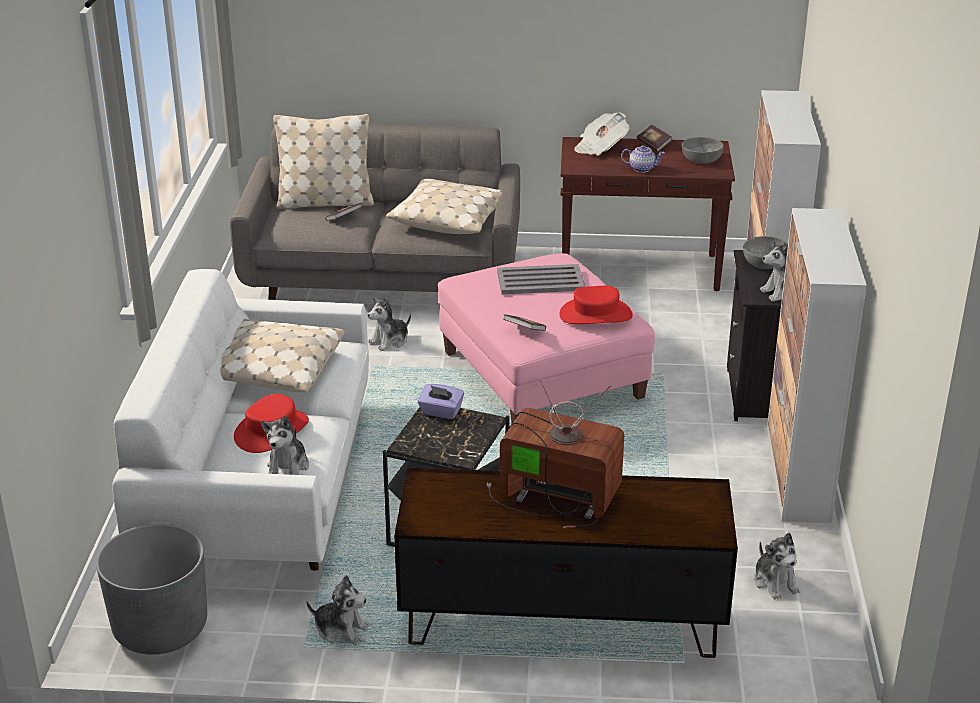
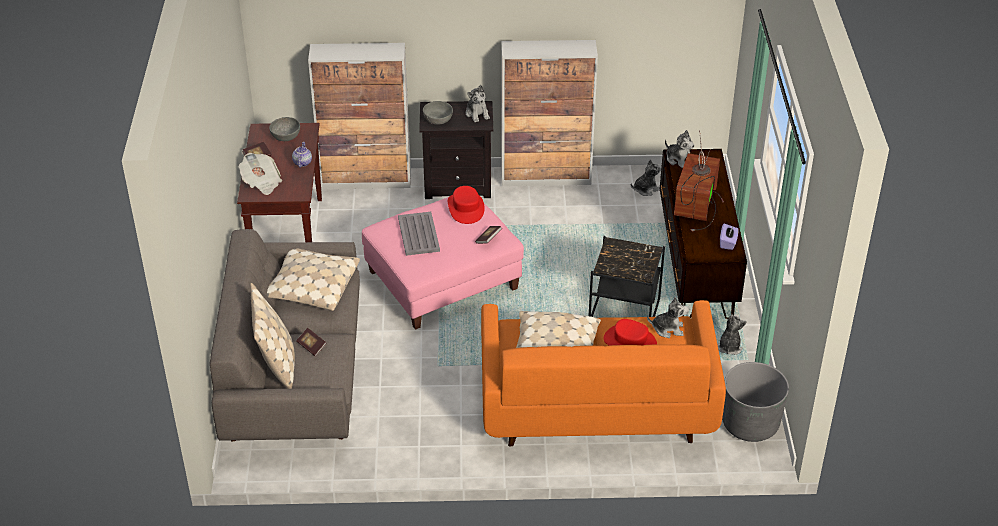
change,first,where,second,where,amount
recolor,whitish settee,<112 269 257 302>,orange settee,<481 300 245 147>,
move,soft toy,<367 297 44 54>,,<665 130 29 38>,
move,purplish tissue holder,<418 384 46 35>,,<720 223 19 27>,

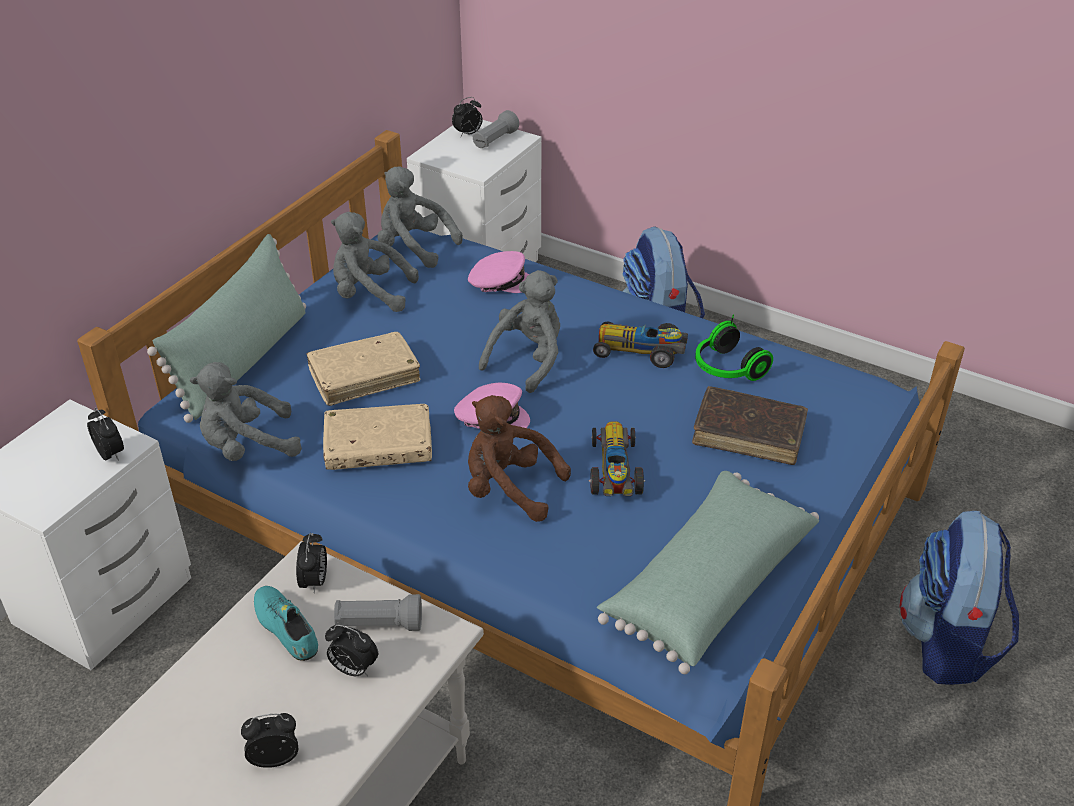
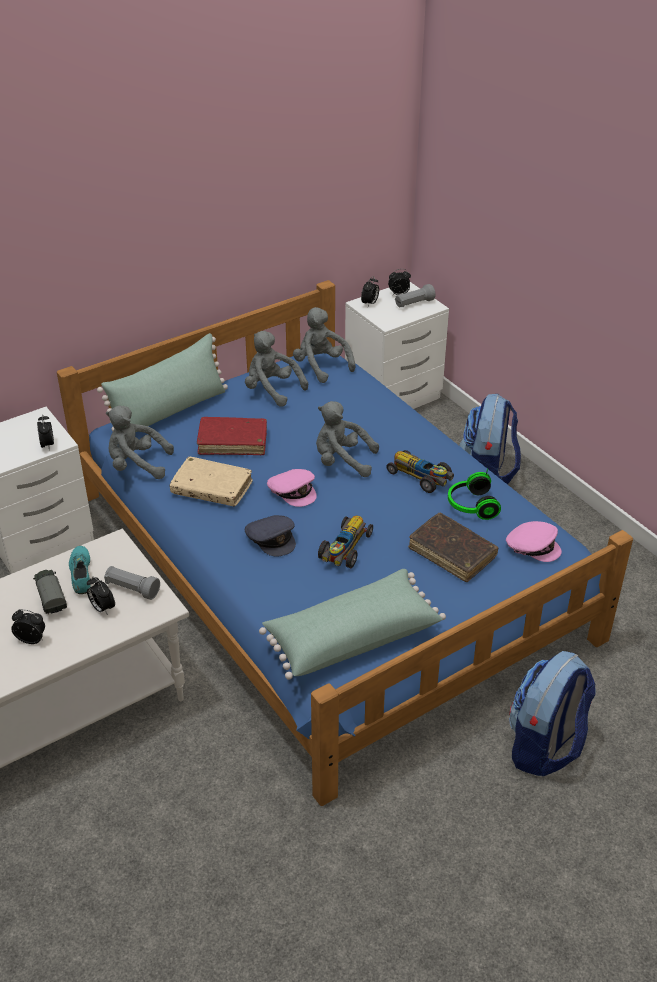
change,first,where,second,where,amount
move,pink cap,<468 251 61 42>,,<506 521 56 41>,
rotate,grey soft toy,<479 270 81 123>,,<316 401 63 76>,135 degrees counterclockwise
recolor,beige book,<306 332 114 74>,red book,<197 417 70 38>,
replace,brownish soft toy,<468 395 103 127>,grey cap,<244 515 52 42>,
move,bedside clock,<296 533 31 61>,,<361 276 18 30>,
insert,,,model truck,<33 570 34 44>,

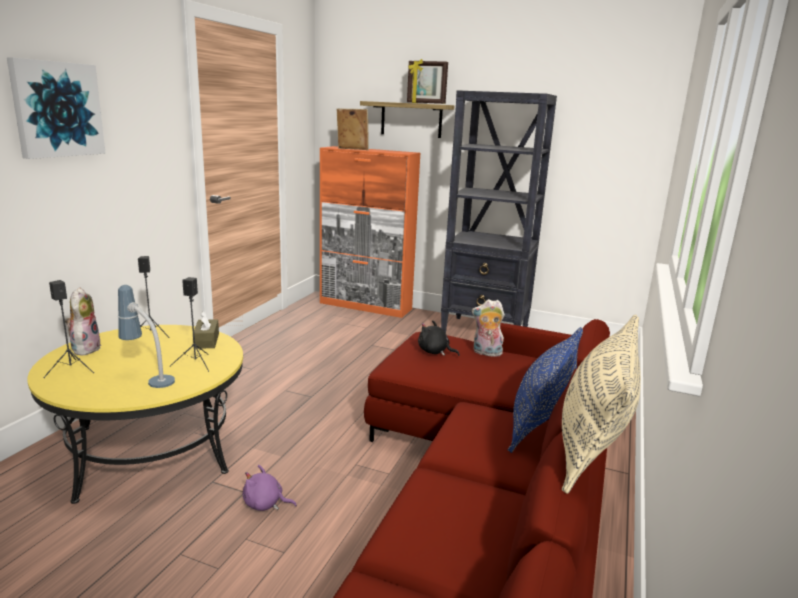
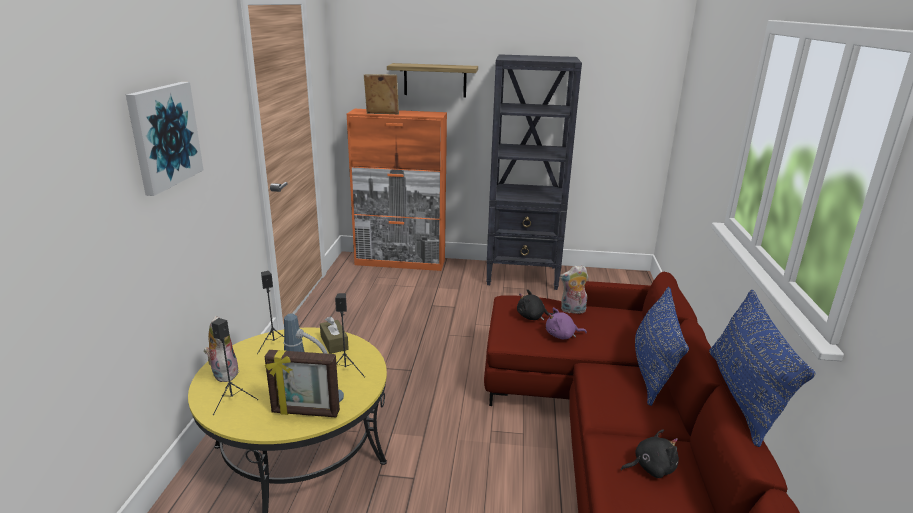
change,first,where,second,where,amount
move,standing frame,<407 59 41 45>,,<264 350 76 67>,
recolor,beige cushion,<562 314 79 180>,blue cushion,<709 289 106 158>,
move,purplish soft toy,<243 465 54 46>,,<546 308 41 31>,
insert,,,blackish soft toy,<621 429 58 49>,

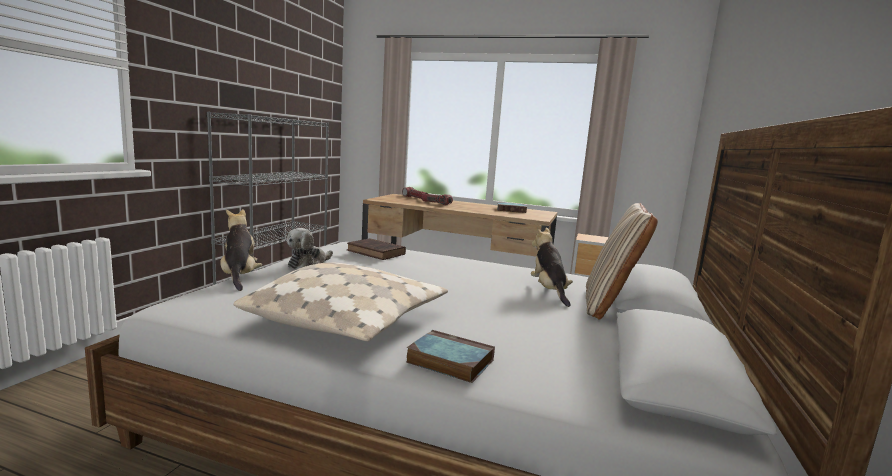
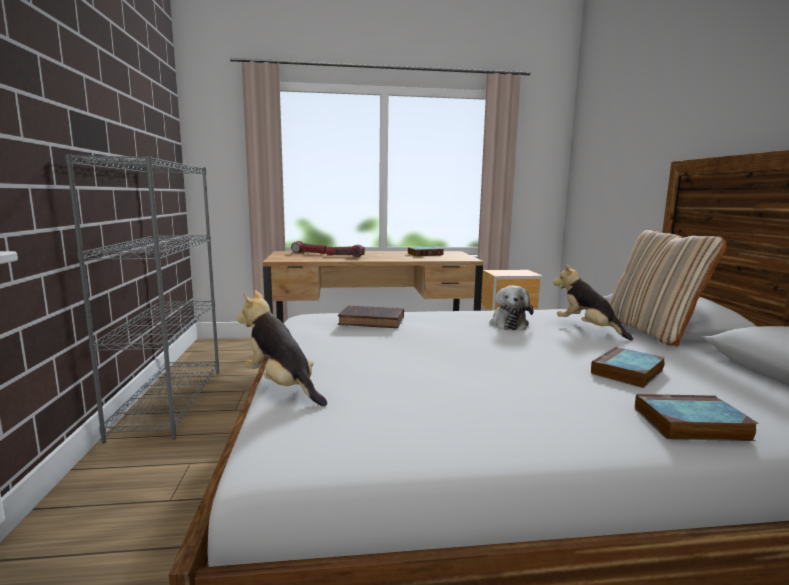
change,first,where,second,where,amount
move,soft toy,<286 228 47 41>,,<489 285 45 45>,
delete,beige cushion,<233 262 215 79>,,,
insert,,,book,<591 347 74 41>,

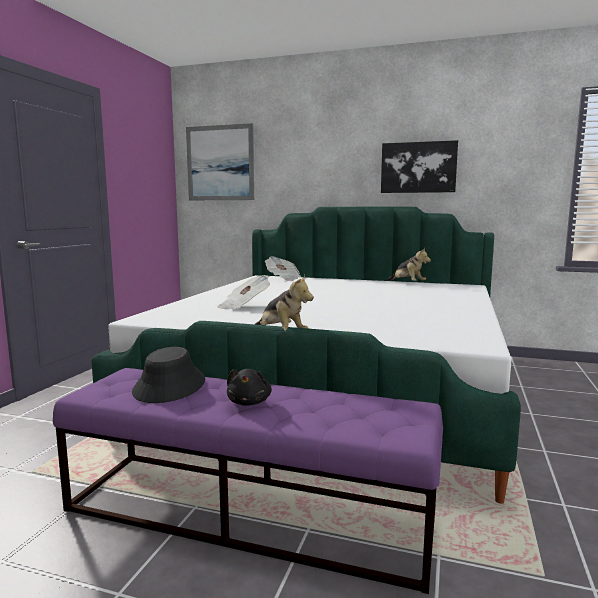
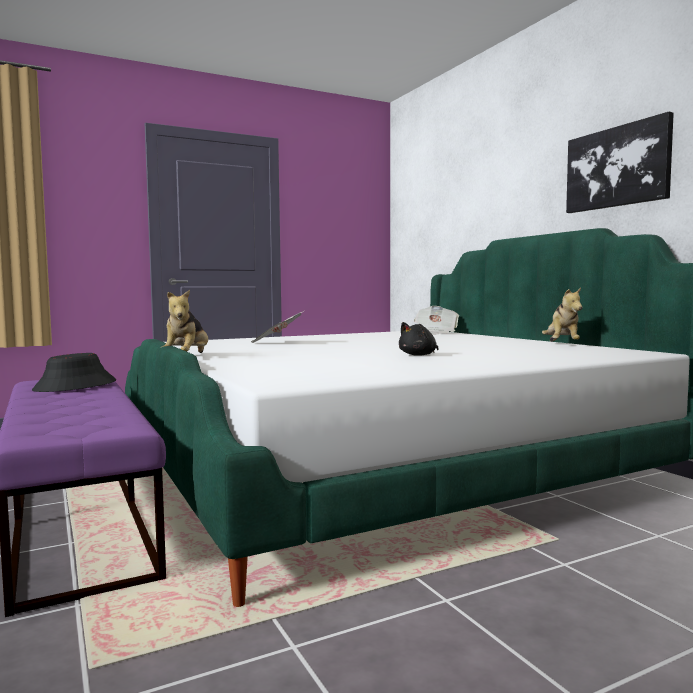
change,first,where,second,where,amount
delete,wall picture,<186 123 68 77>,,,
move,blackish soft toy,<227 369 45 37>,,<399 322 40 34>,

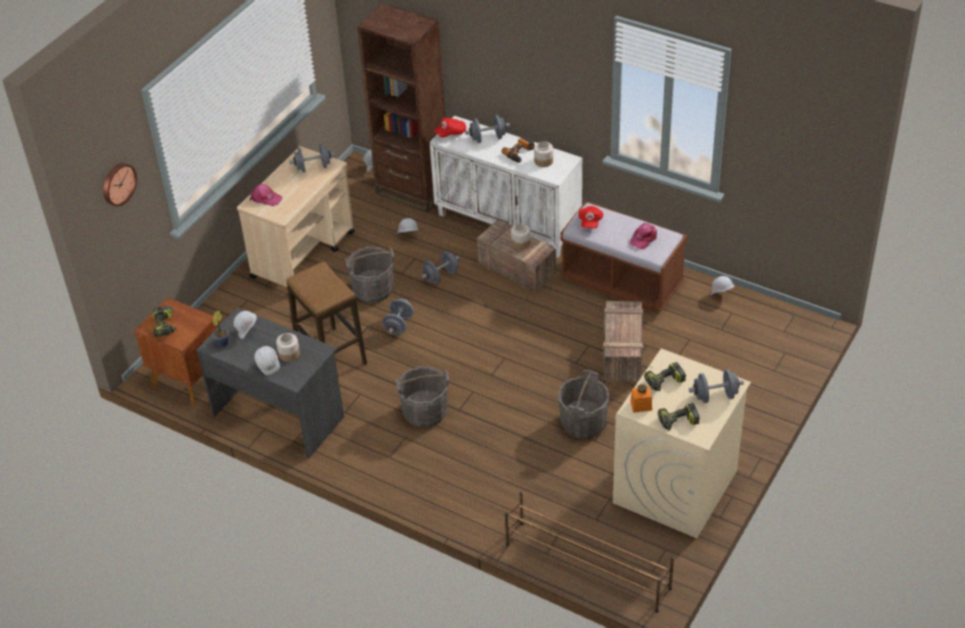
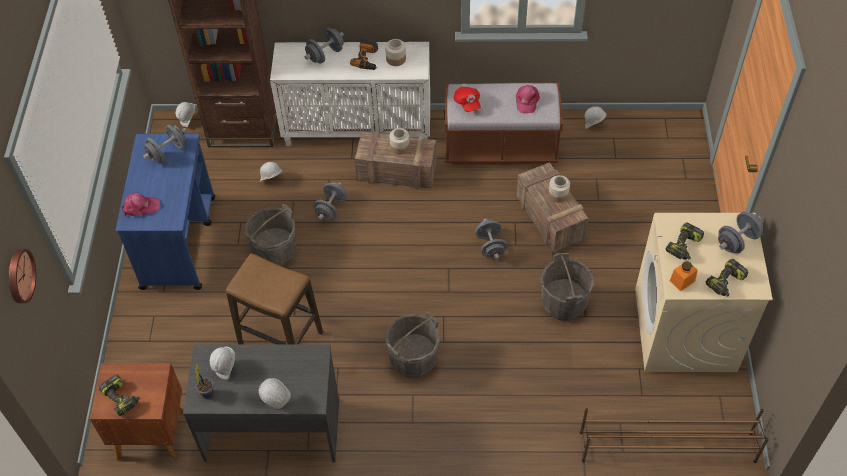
change,first,where,second,where,amount
delete,red cap,<434 118 32 20>,,,
recolor,beige wheeled cart,<237 146 118 141>,blue wheeled cart,<116 133 99 157>,
move,grey dumbbell,<382 299 32 35>,,<475 219 32 41>,
move,storage jar,<276 333 24 29>,,<548 175 22 28>,

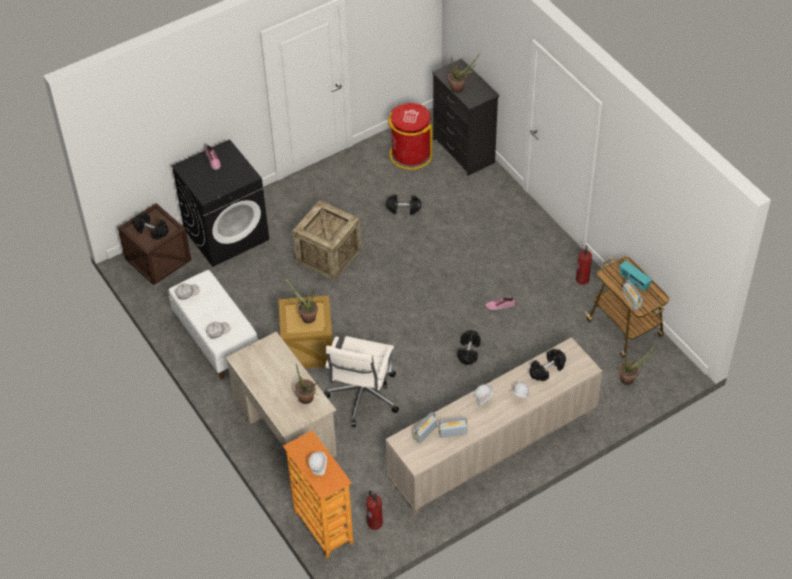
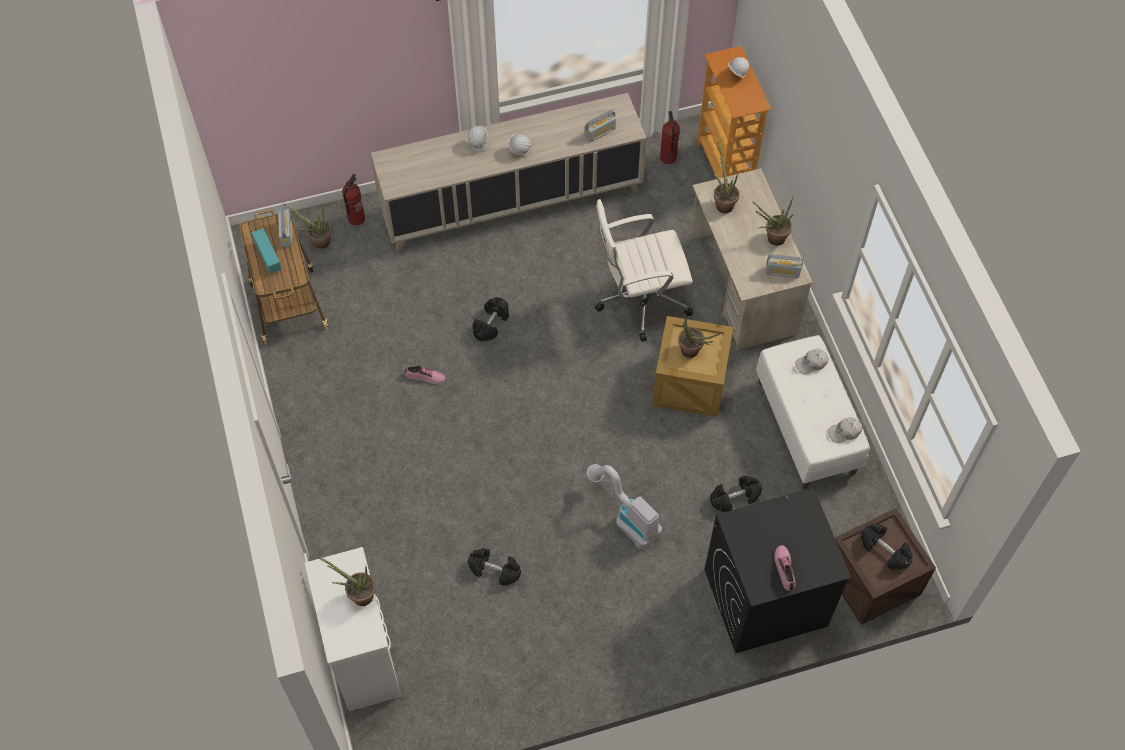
change,first,where,second,where,amount
recolor,blackish drawer chest,<432 58 67 118>,whitish drawer chest,<305 547 96 164>,
delete,red trash can,<388 103 44 67>,,,
replace,crate,<293 200 68 81>,hoover,<587 464 75 85>,
move,fire-fighting cylinder,<576 246 16 39>,,<342 174 23 52>,
rotate,whitish desk chair,<324 336 75 91>,,<595 199 98 143>,135 degrees counterclockwise
move,blackish dumbbell,<529 349 37 32>,,<710 476 52 37>,
move,radio,<438 417 30 21>,,<766 254 37 24>,
insert,,,potted plant,<752 197 41 49>,

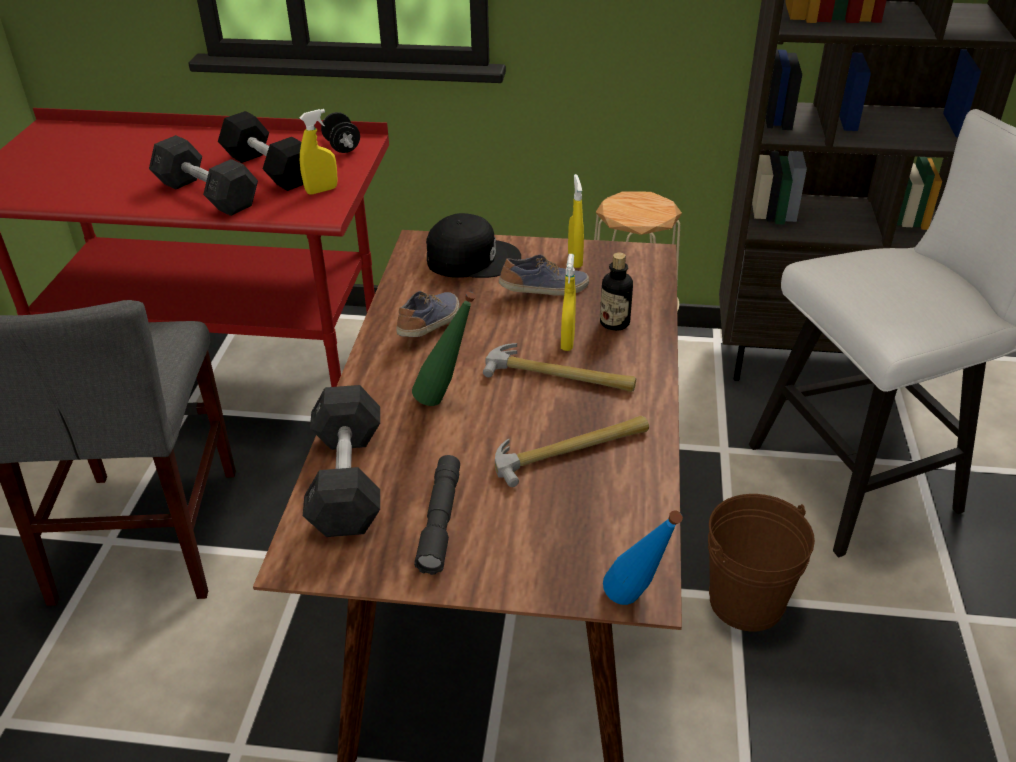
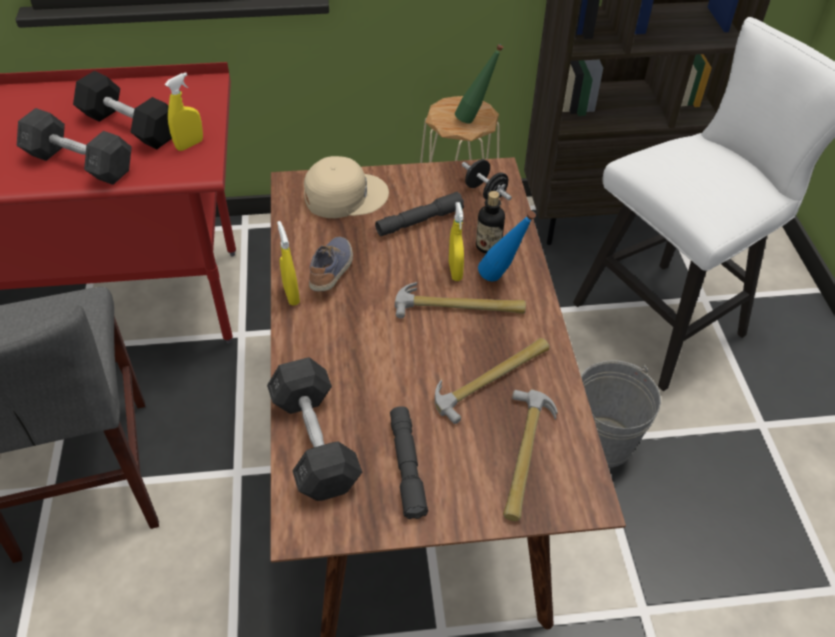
change,first,where,second,where,amount
move,blackish dumbbell,<321 112 39 41>,,<462 159 50 41>,
move,yellow-coloured sprayer,<568 174 16 94>,,<277 221 23 84>,
recolor,blackish cap,<426 213 95 65>,beige cap,<304 156 85 62>,
replace,shoe,<499 255 90 41>,grey hand torch,<375 192 89 44>,
move,greenish drink bottle,<412 292 64 114>,,<455 44 48 79>,
recolor,brownish bucket,<708 494 107 138>,grey bucket,<581 360 80 108>,
move,blue drink bottle,<603 510 80 95>,,<478 211 58 71>,
insert,,,tool hammer,<503 389 55 132>,

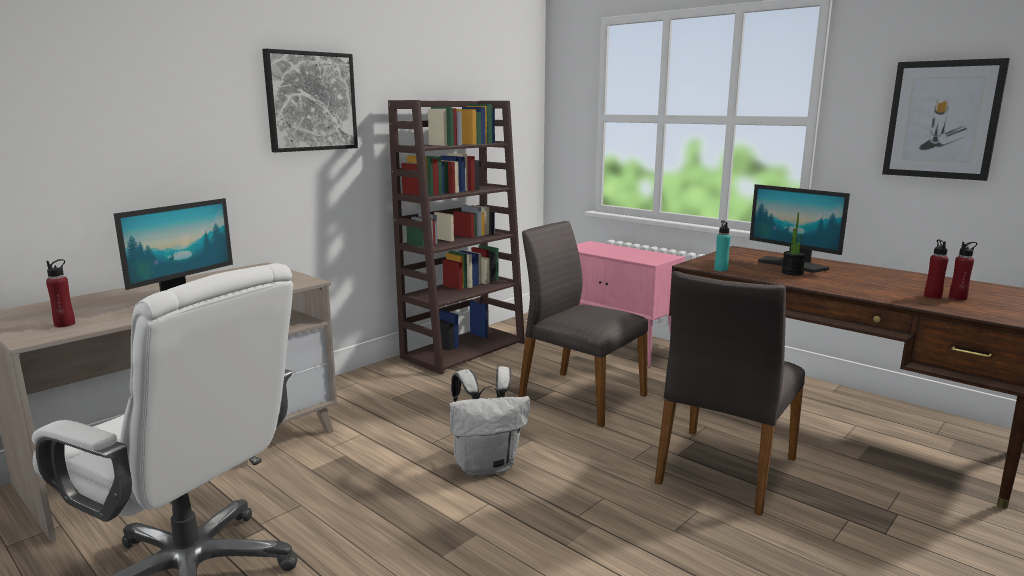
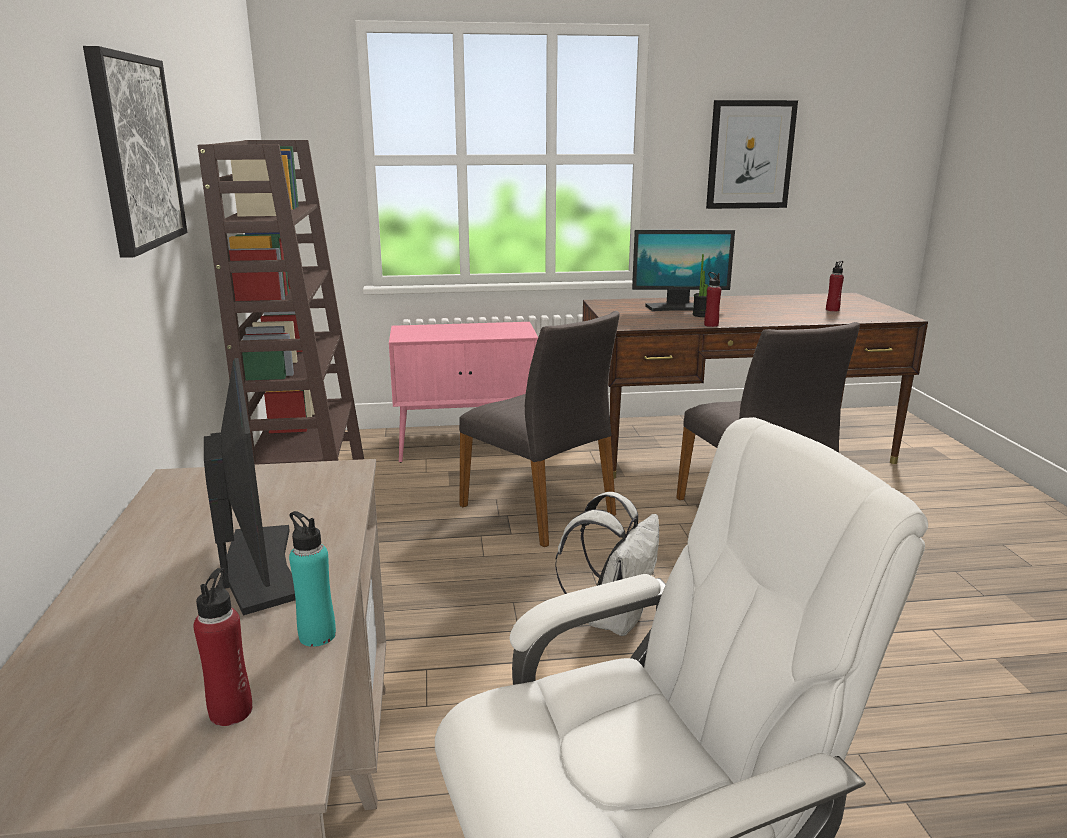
change,first,where,second,where,amount
move,blue-green drink bottle,<714 220 17 51>,,<289 511 47 136>,
rotate,grey plain chair,<518 221 130 206>,,<459 311 161 237>,120 degrees counterclockwise
move,red drink bottle,<924 239 25 60>,,<704 272 17 55>,

